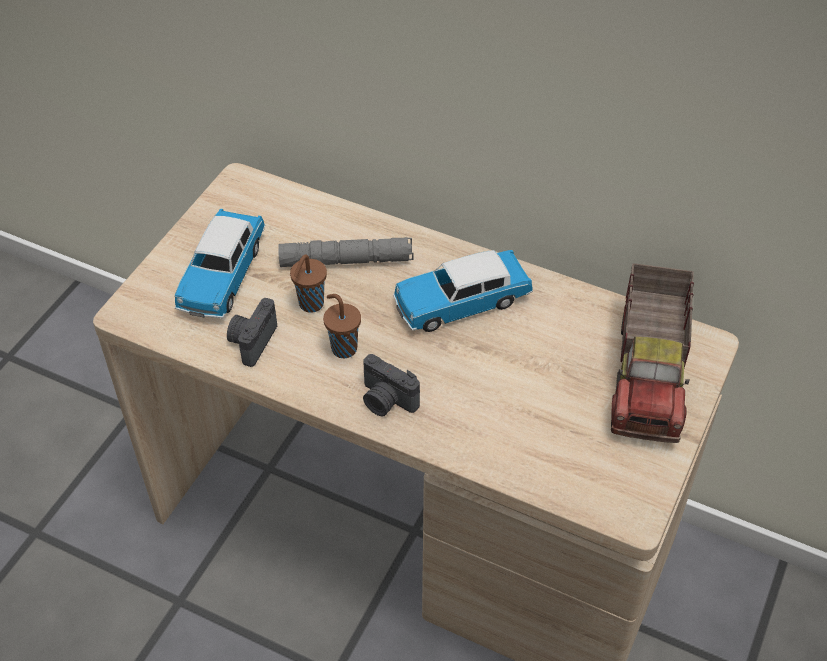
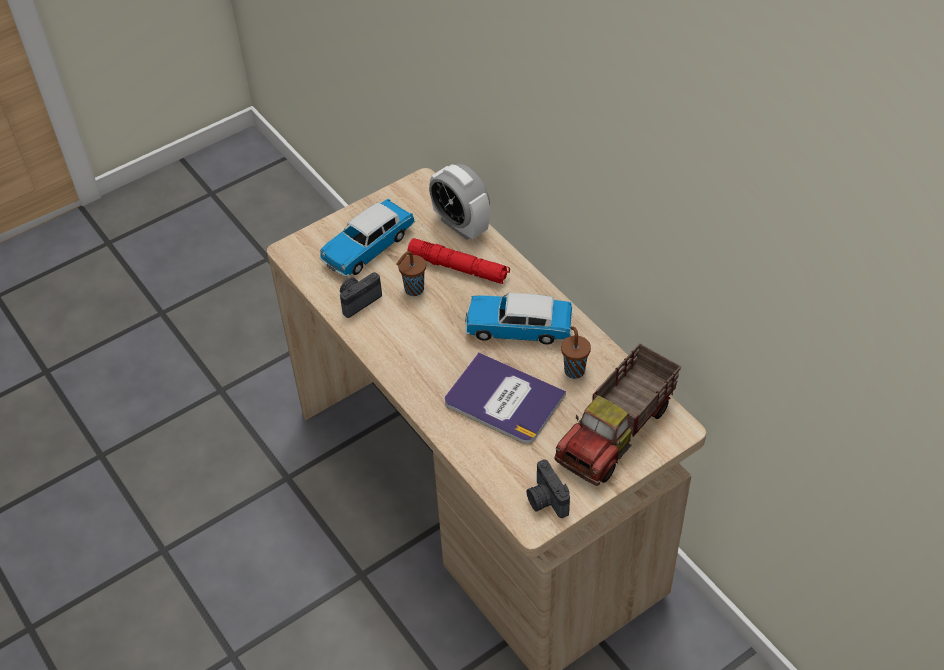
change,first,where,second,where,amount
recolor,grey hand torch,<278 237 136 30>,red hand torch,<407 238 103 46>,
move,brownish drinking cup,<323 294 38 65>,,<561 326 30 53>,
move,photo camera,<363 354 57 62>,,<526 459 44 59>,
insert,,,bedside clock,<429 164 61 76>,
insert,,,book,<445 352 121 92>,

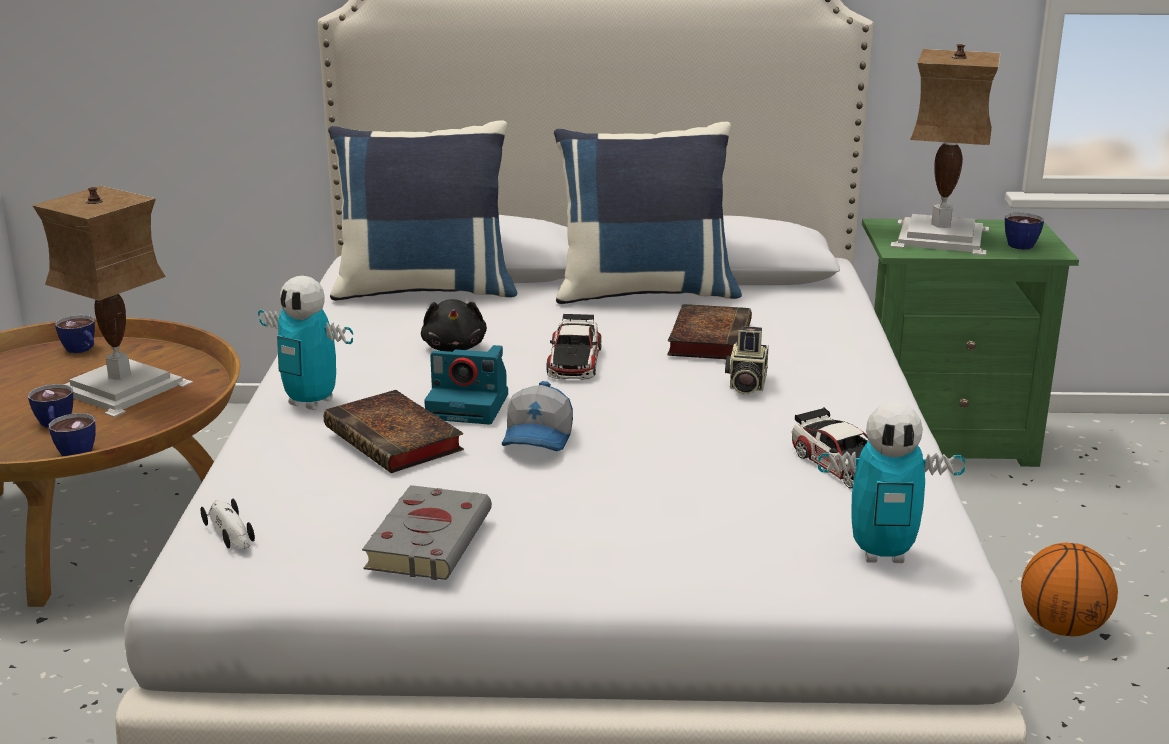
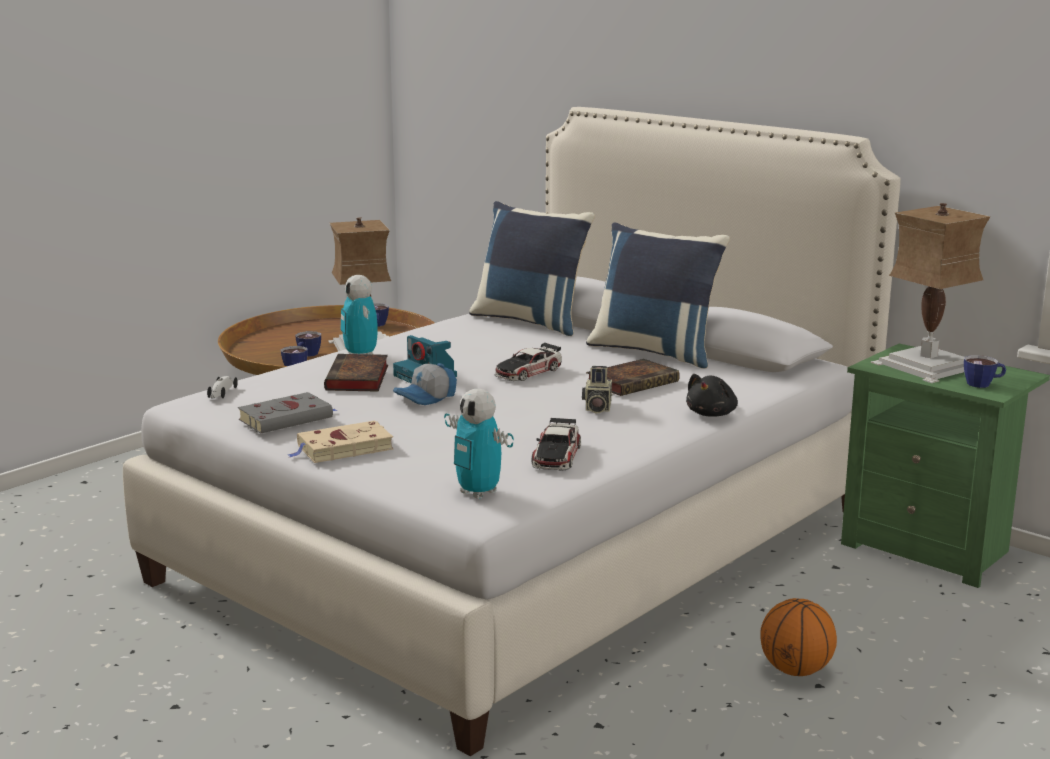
change,first,where,second,where,amount
move,blackish soft toy,<421 299 66 53>,,<686 374 52 43>,
rotate,photo camera,<725 326 44 69>,,<582 366 30 47>,45 degrees counterclockwise
insert,,,beige book,<288 421 106 42>,

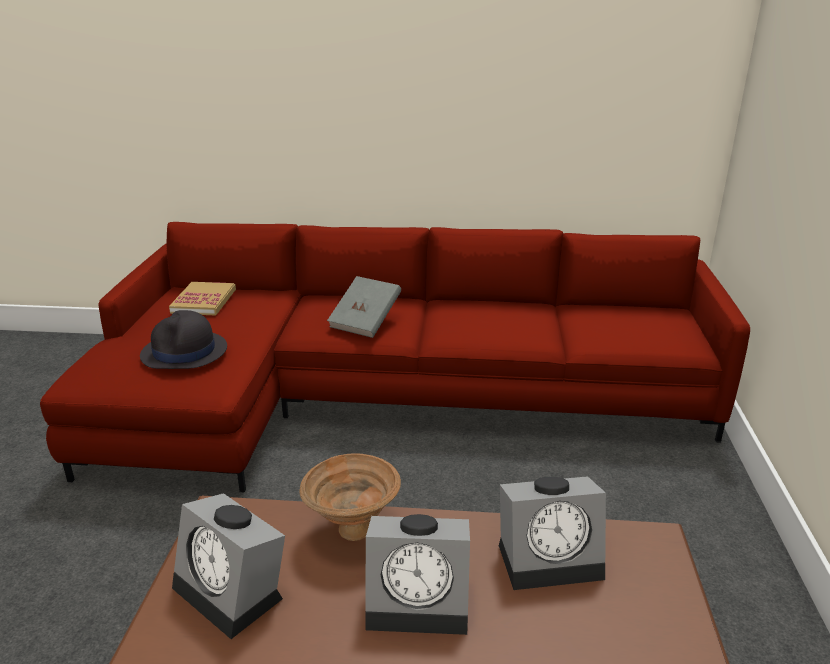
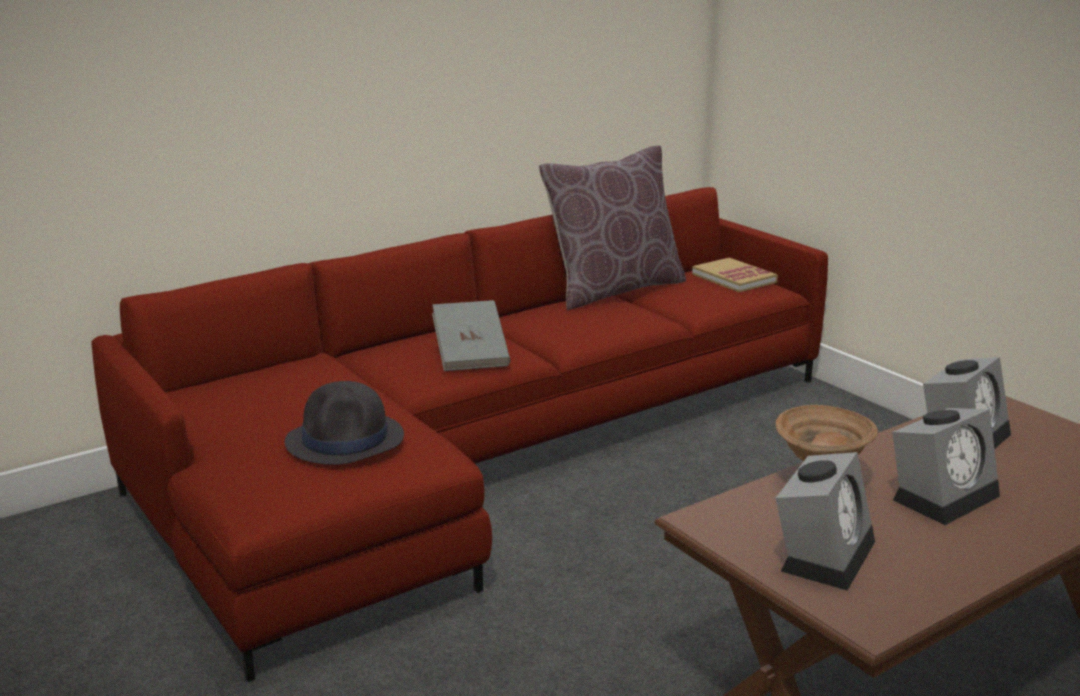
change,first,where,second,where,amount
move,book,<169 282 67 33>,,<692 258 86 35>,
rotate,bedside clock,<172 493 113 146>,,<776 452 99 139>,60 degrees counterclockwise
insert,,,brownish cushion,<539 146 147 164>,

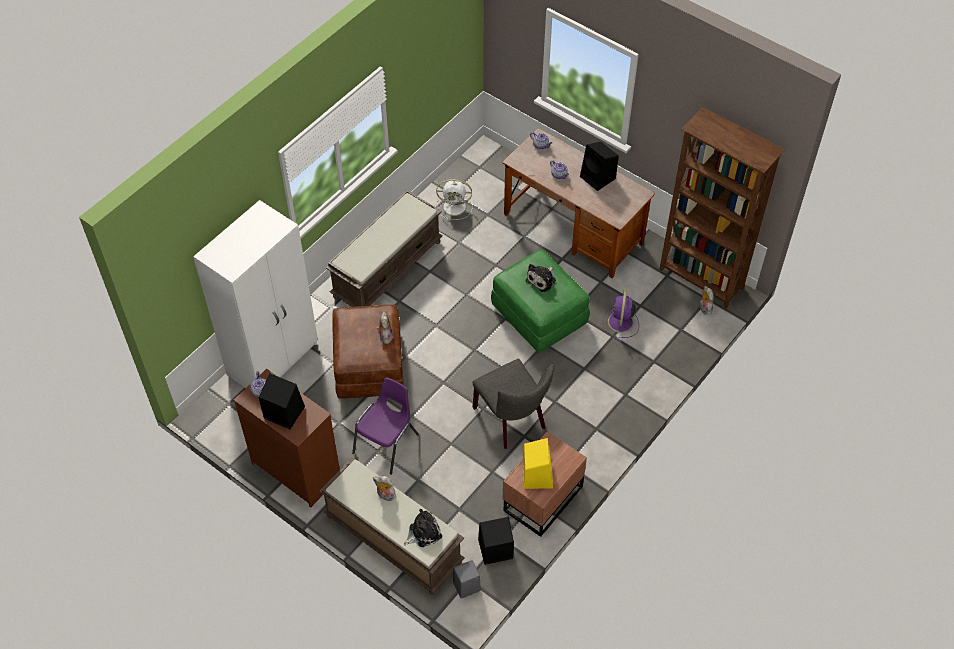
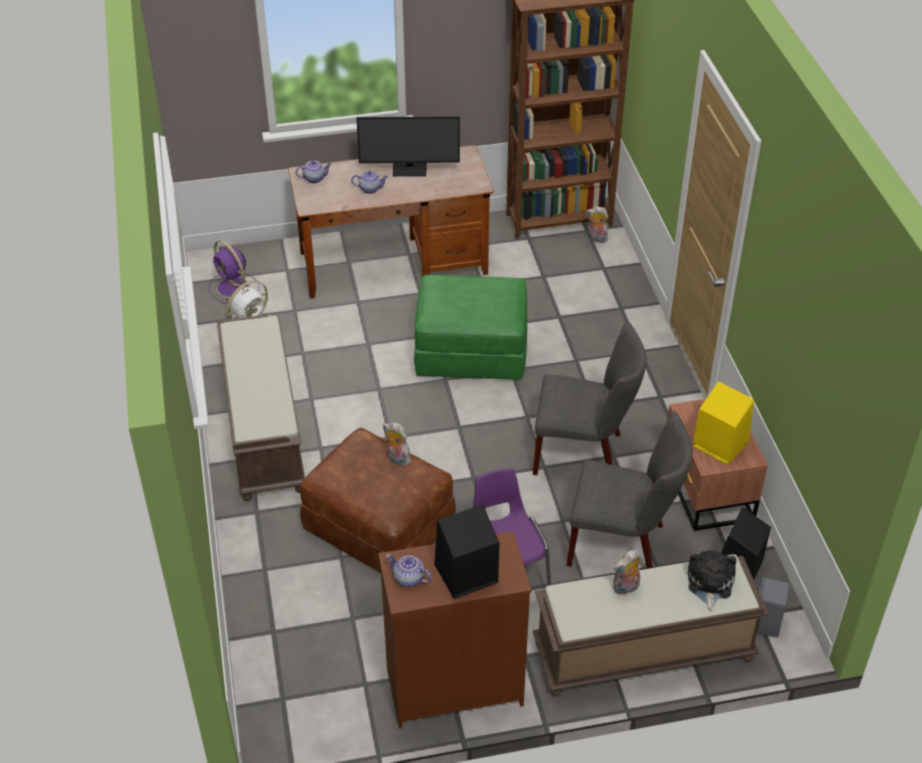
change,first,where,second,where,amount
replace,blackish loudspeaker,<580 141 39 50>,computer display,<356 116 104 61>,
delete,whitish armoire,<193 200 125 188>,,,
delete,soft toy,<526 264 30 28>,,,
move,purplish fan,<602 289 37 49>,,<208 240 51 64>,
insert,,,grey plain chair,<566 411 127 158>,

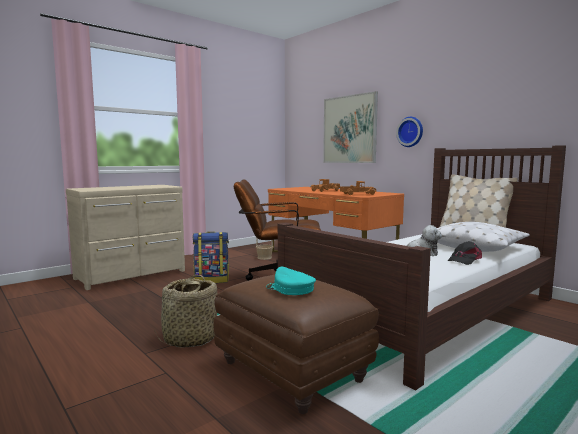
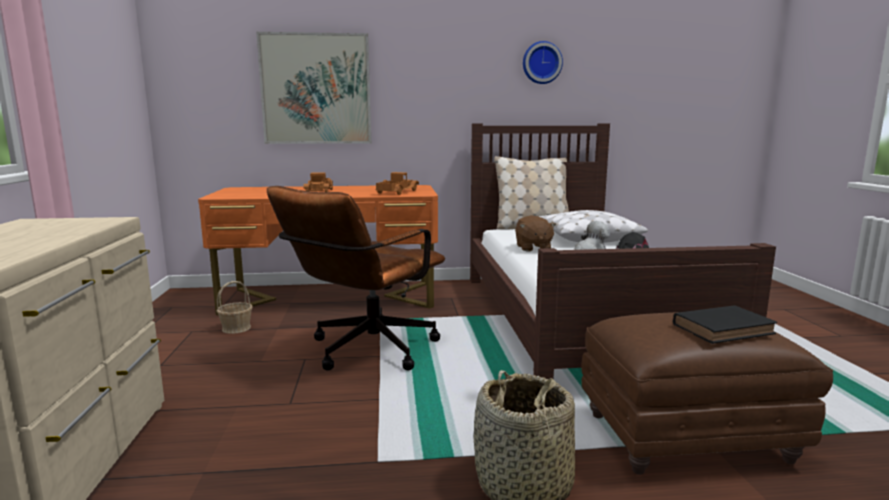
change,first,where,second,where,amount
move,hanging clock,<396 117 27 30>,,<523 41 40 43>,
delete,knapsack,<193 231 36 52>,,,
replace,blue-green cap,<266 267 50 28>,blackish book,<673 305 104 39>,
insert,,,brownish soft toy,<515 215 41 36>,

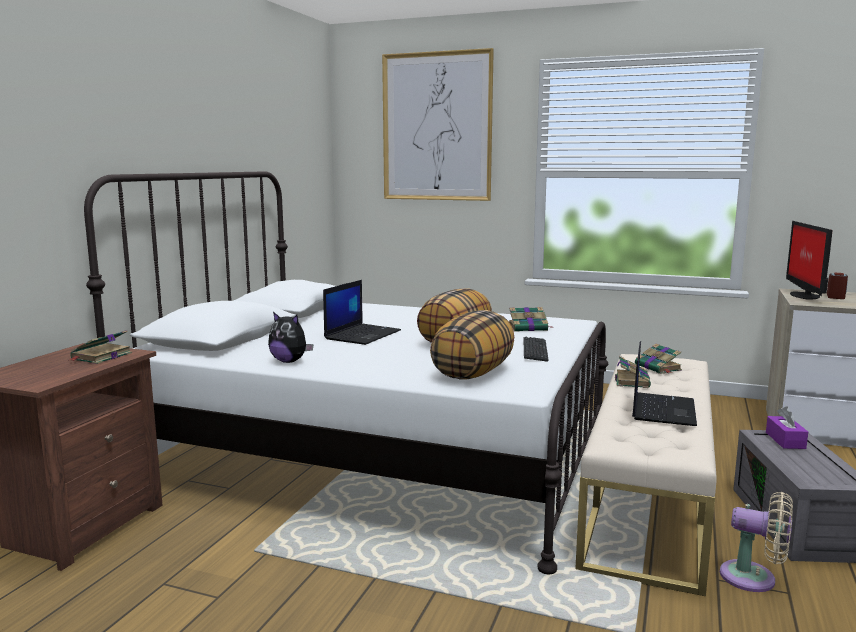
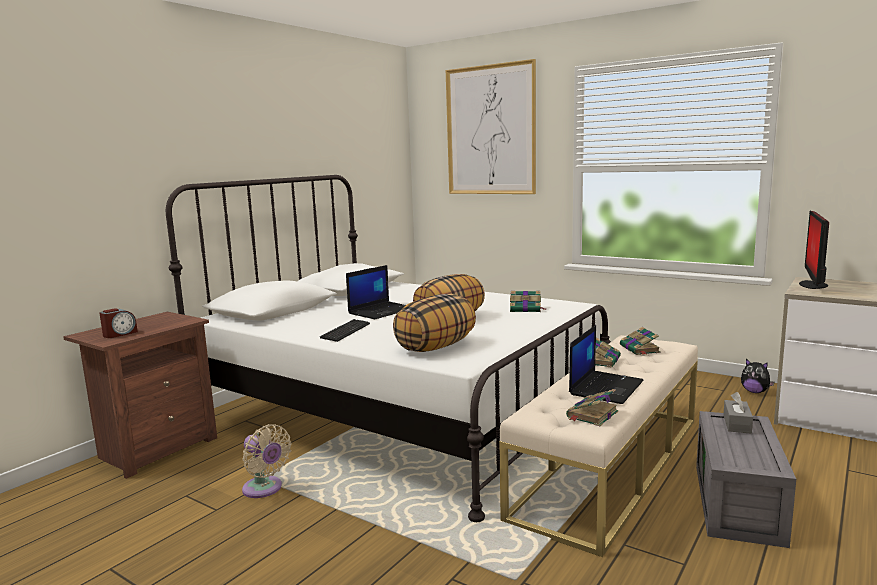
change,first,where,second,where,amount
move,bedside clock,<827 273 21 26>,,<99 308 39 30>,
move,soft toy,<268 312 45 51>,,<741 359 34 34>,
move,book,<70 330 62 34>,,<566 389 52 37>,
move,PC keyboard,<523 336 25 26>,,<320 319 50 23>,
recolor,purplish tissue holder,<766 406 42 43>,grey tissue holder,<723 392 30 42>,
move,beige fan,<720 492 73 100>,,<242 424 50 74>,

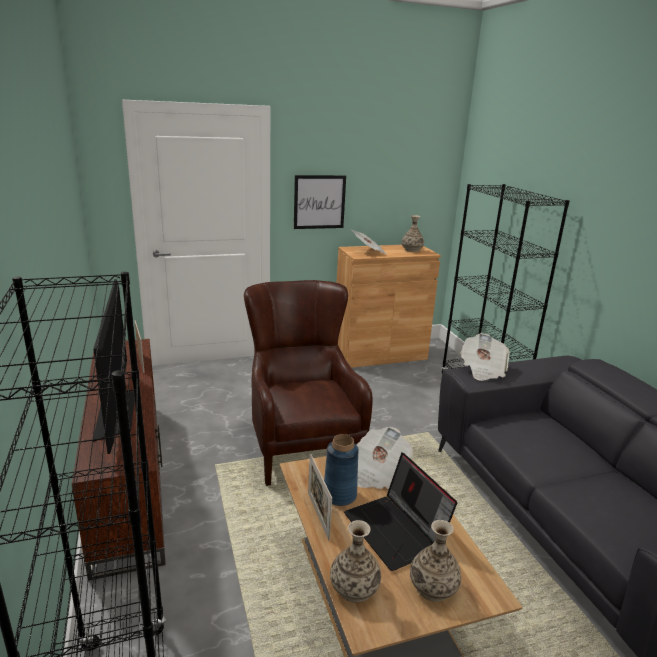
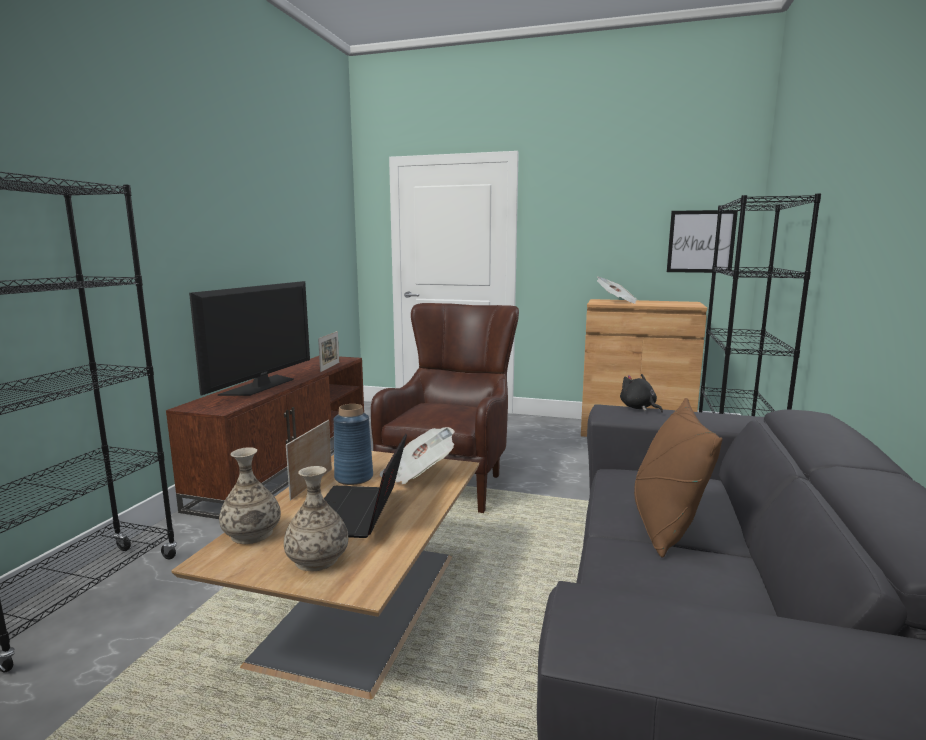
change,first,where,second,where,amount
move,wall picture,<294 175 52 54>,,<667 210 71 63>,
delete,flower vase,<402 215 22 37>,,,
replace,printed paper,<460 333 50 48>,blackish soft toy,<620 374 43 39>,
insert,,,brownish cushion,<634 398 88 160>,

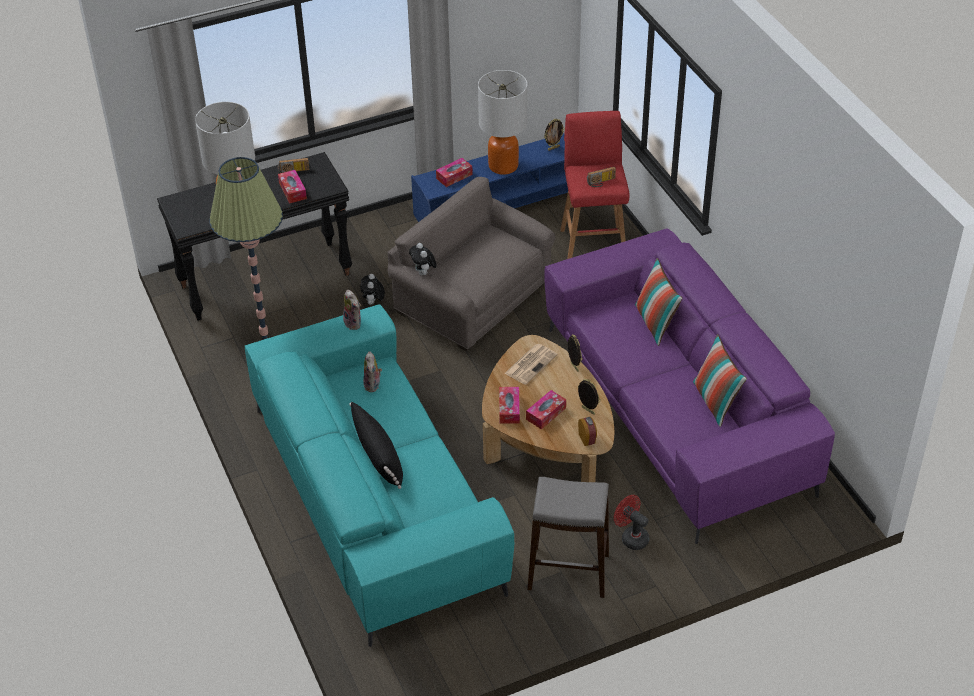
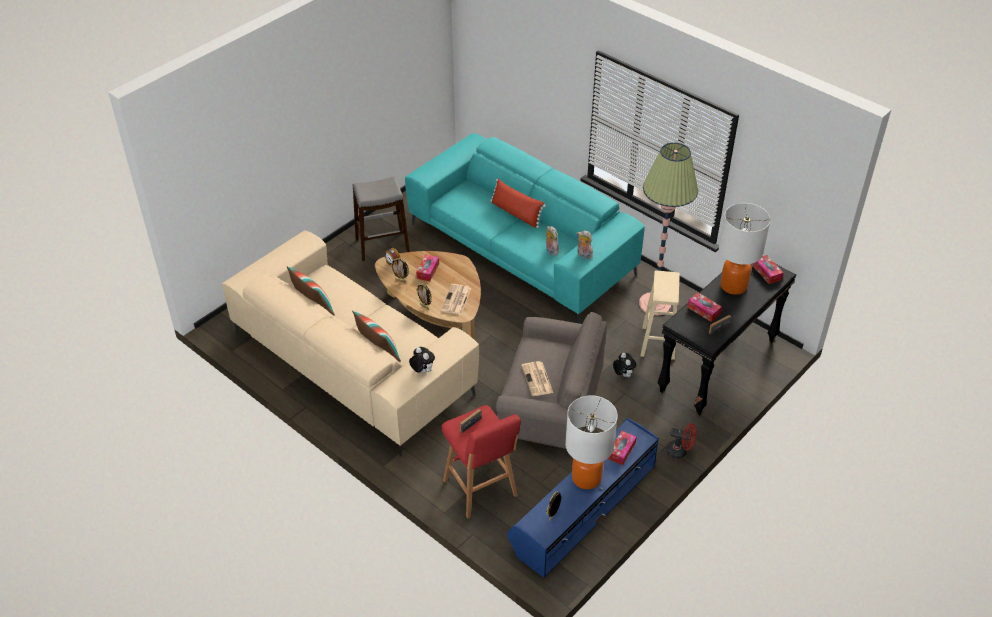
change,first,where,second,where,amount
recolor,purplish settee,<544 228 291 316>,beige settee,<222 231 257 226>,
move,soft toy,<409 243 28 32>,,<409 347 26 26>,
move,tissue holder,<499 387 21 37>,,<753 255 31 29>,
recolor,blackish cushion,<349 402 54 87>,red cushion,<490 178 56 50>,
move,red fan,<614 495 35 55>,,<666 423 31 36>,
insert,,,beige stool seat,<641 270 39 90>,
insert,,,printed paper,<521 361 32 35>,

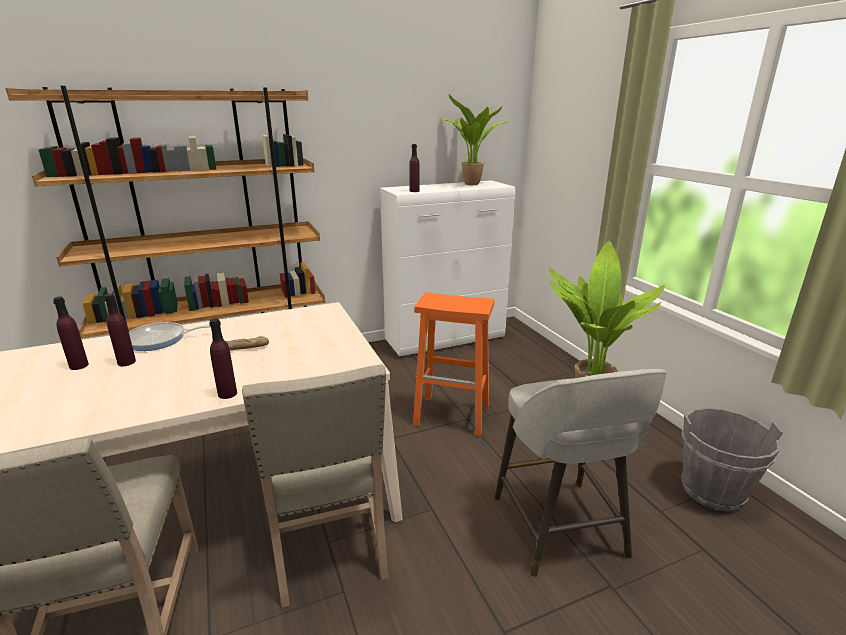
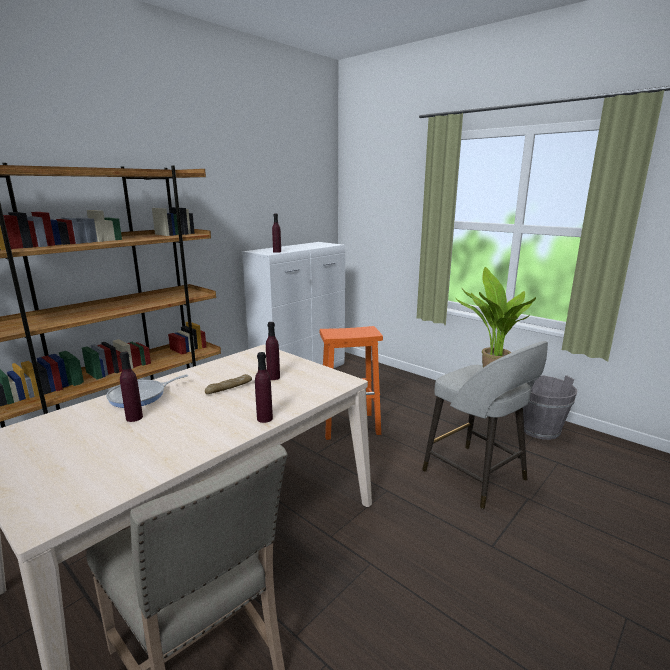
change,first,where,second,where,amount
delete,potted plant,<441 94 69 91>,,,
move,purplish drink bottle,<53 296 36 74>,,<266 322 14 58>,
delete,beige plain chair,<242 364 147 243>,,,

